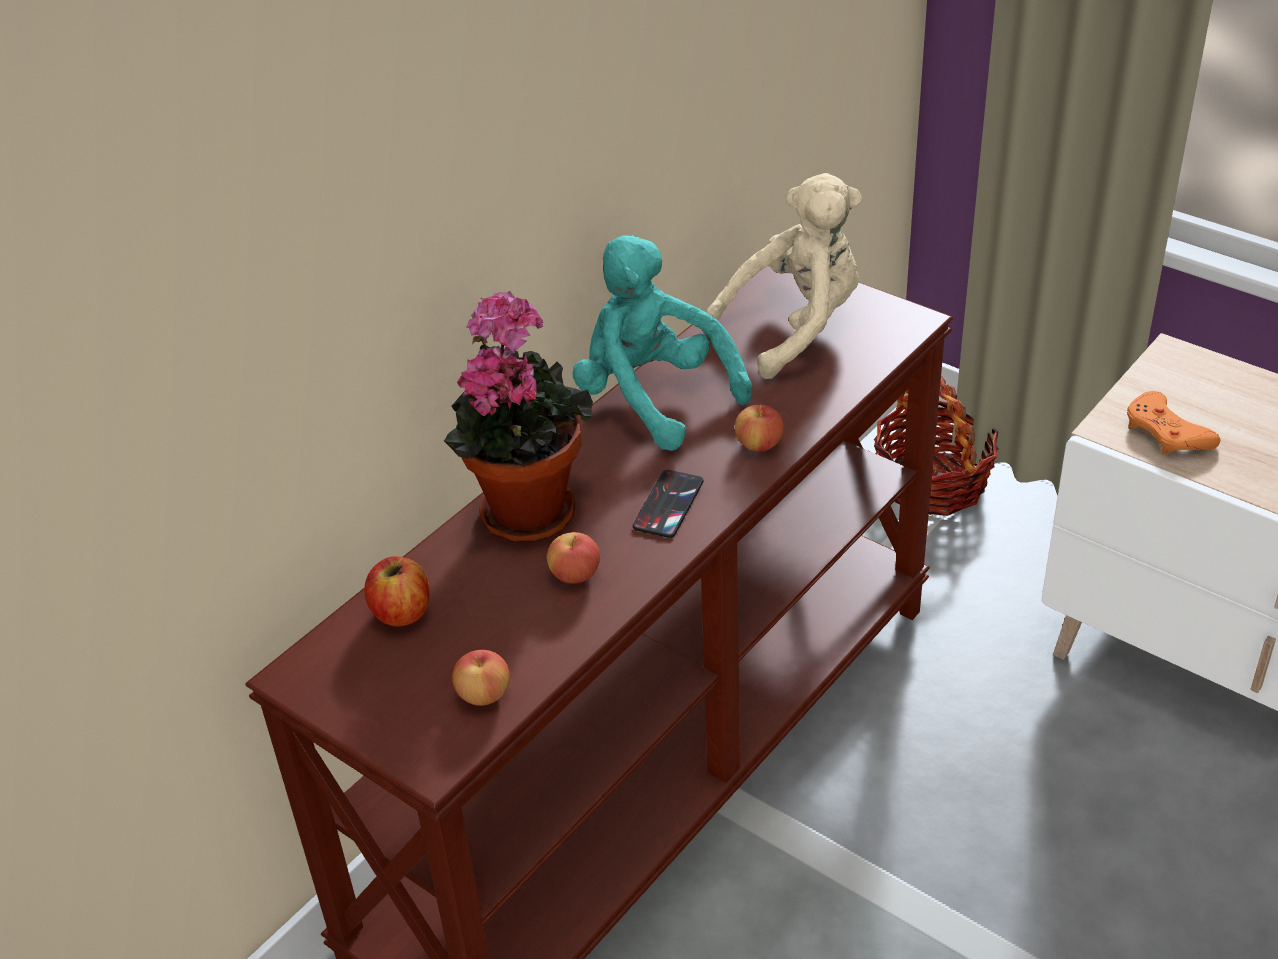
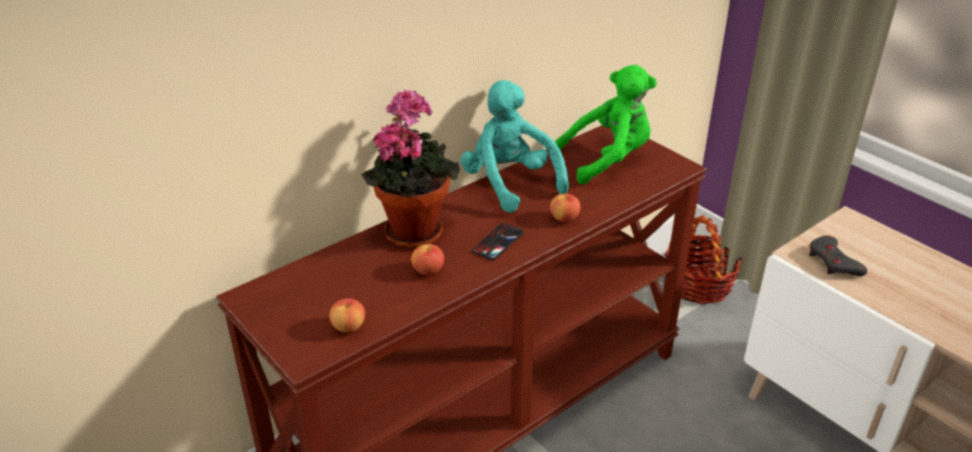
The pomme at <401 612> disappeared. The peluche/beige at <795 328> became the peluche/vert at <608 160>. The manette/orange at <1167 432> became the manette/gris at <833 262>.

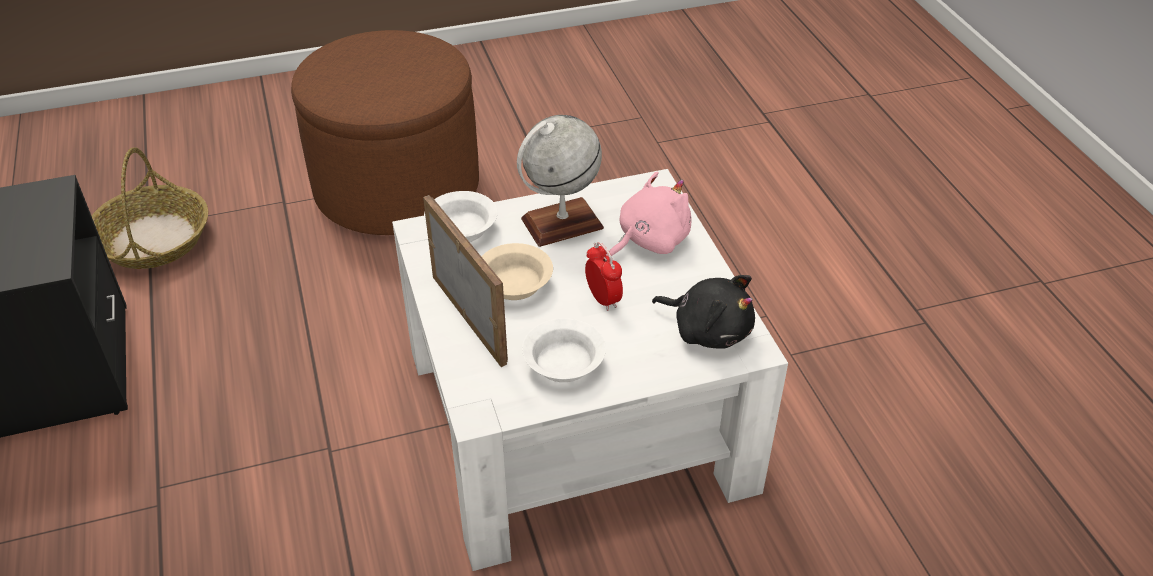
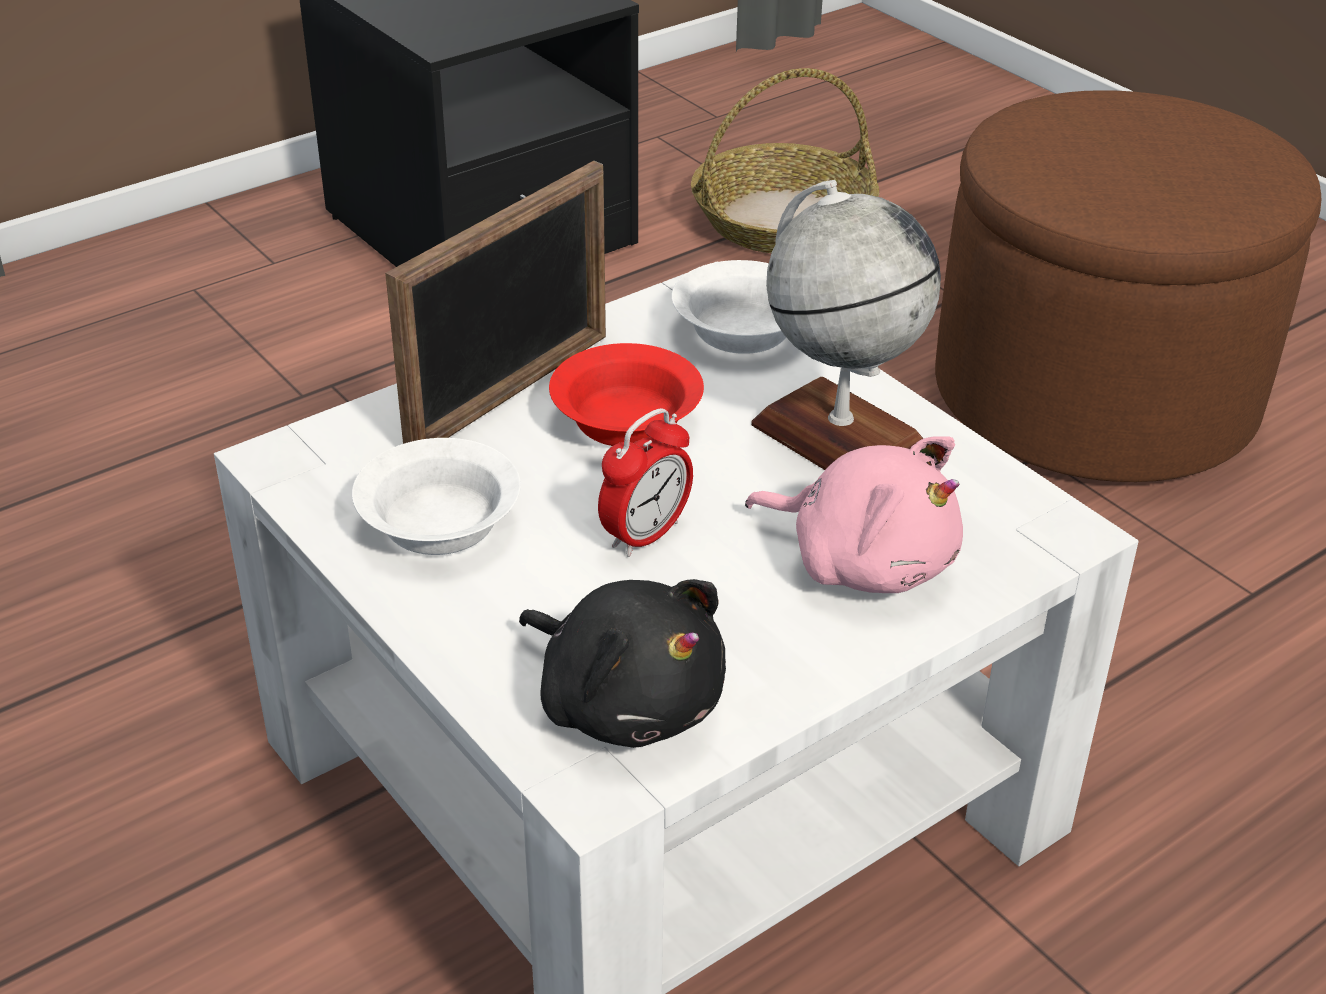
The bol/beige at <515 286> became the bol/rouge at <623 423>. The peluche/noir at <708 330> turned 60 degrees counterclockwise.

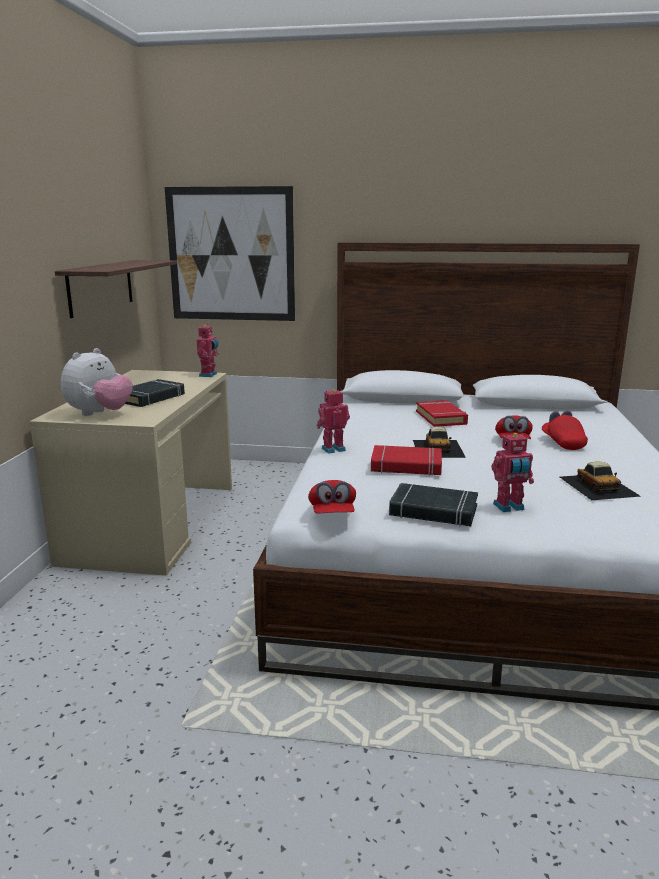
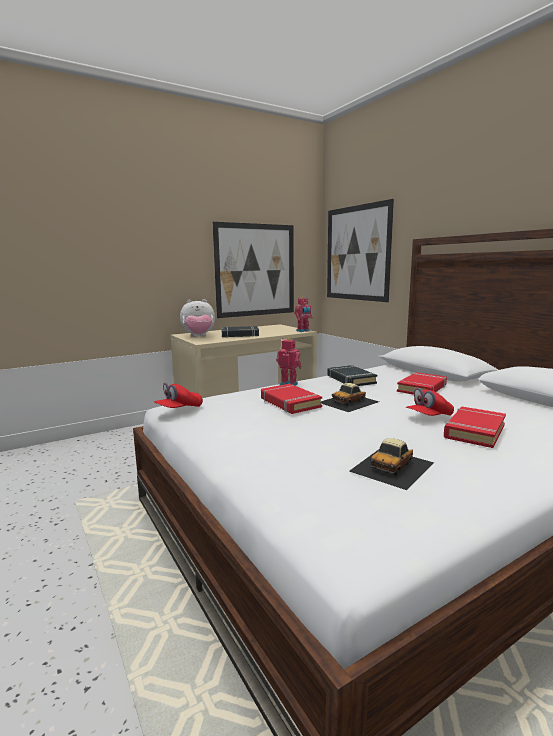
The étagère at <101 287> was replaced by the tableau at <255 270>. The livre/noir moved from <433 511> to <350 379>. The robot jouet at <509 507> disappeared. The casquette/rouge at <563 443> was replaced by the livre/rouge at <474 431>.

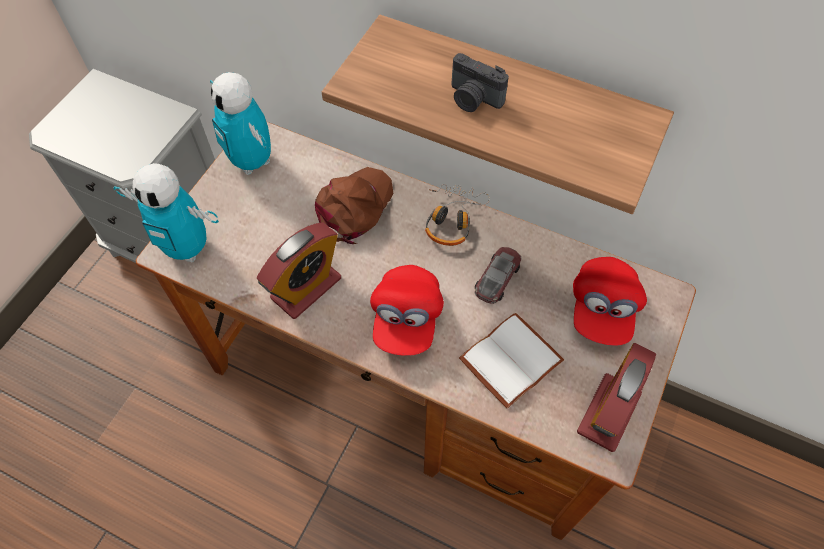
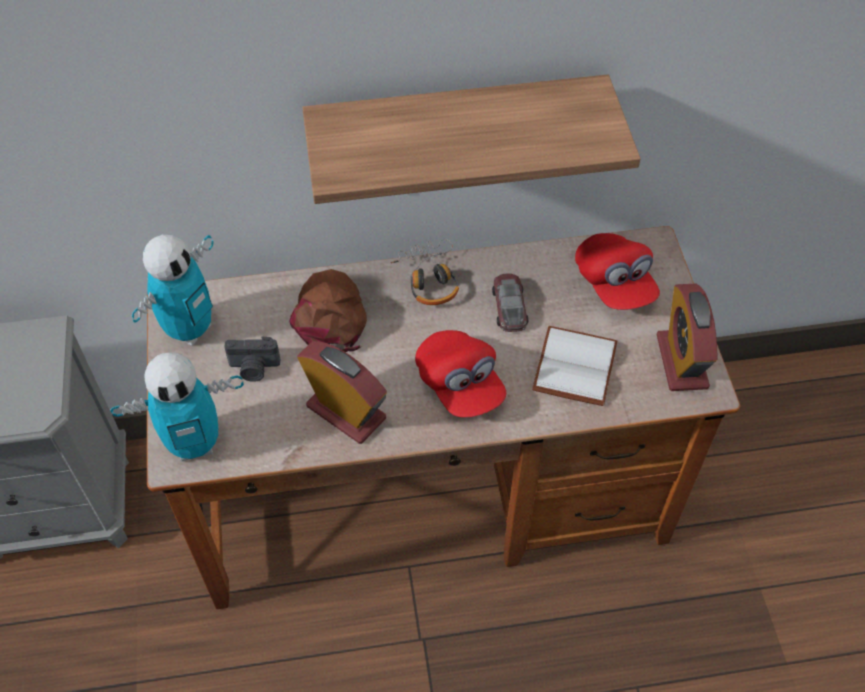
The robot jouet at <252 162> turned 75 degrees counterclockwise. The réveil at <306 288> turned 60 degrees counterclockwise. The appareil photo moved from <473 99> to <254 368>.

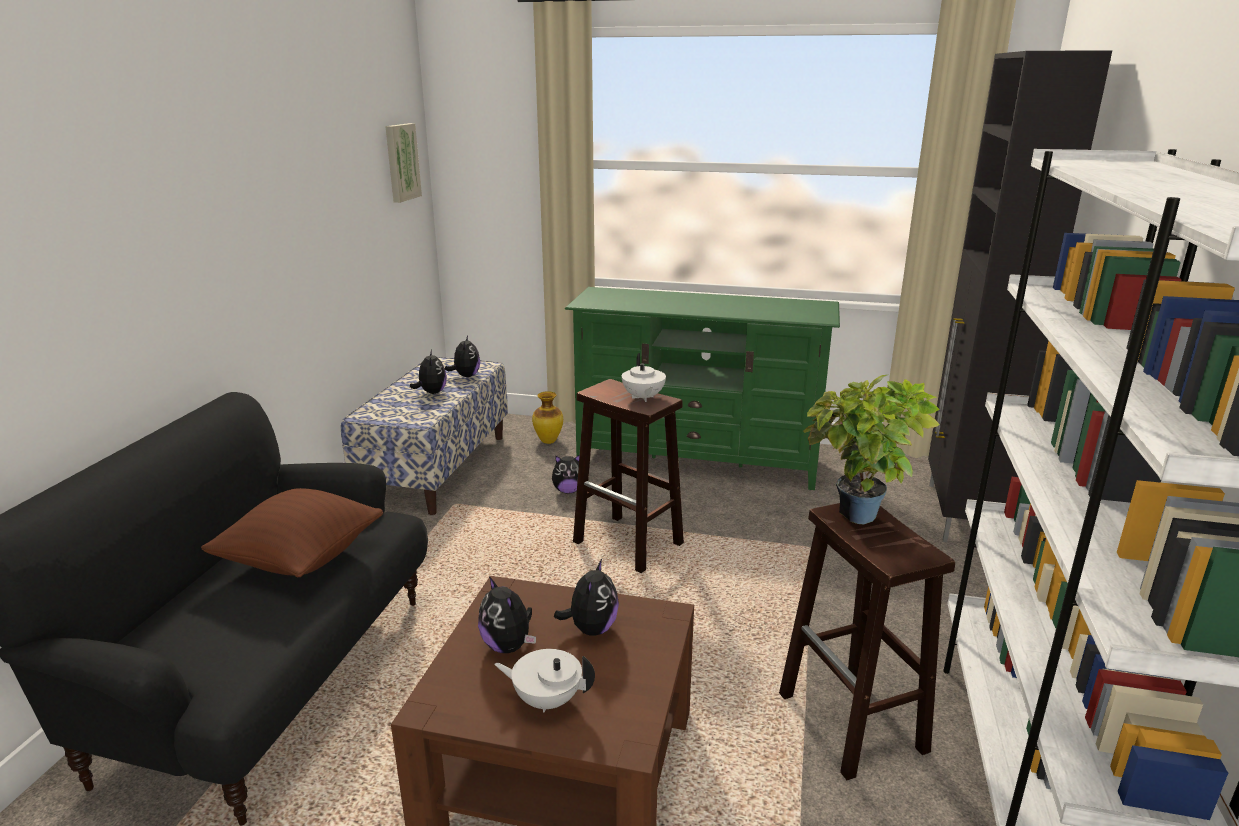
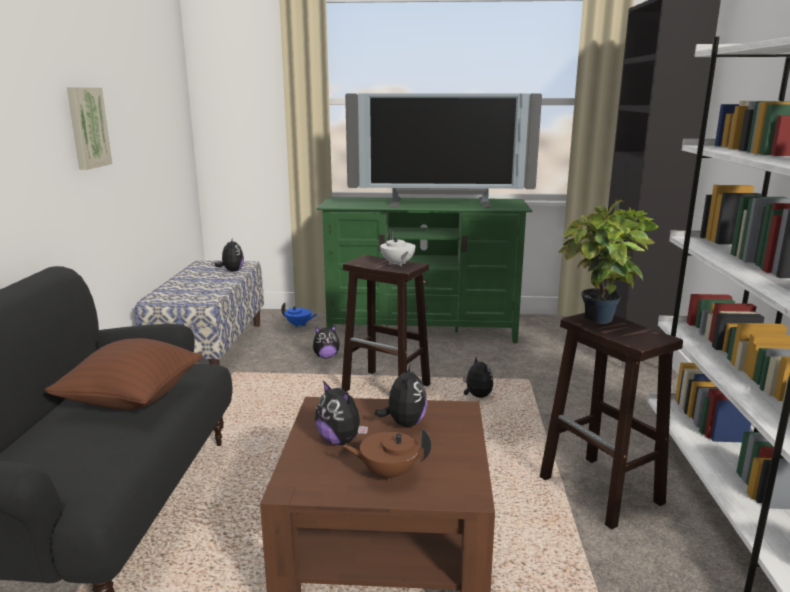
The tableau moved from <401 162> to <87 127>. The peluche moved from <431 392> to <477 396>. The théière/blanc at <547 700> became the théière/marron at <388 473>. The vase at <548 441> was replaced by the théière/bleu at <299 325>. The téléviseur at <440 204> appeared.

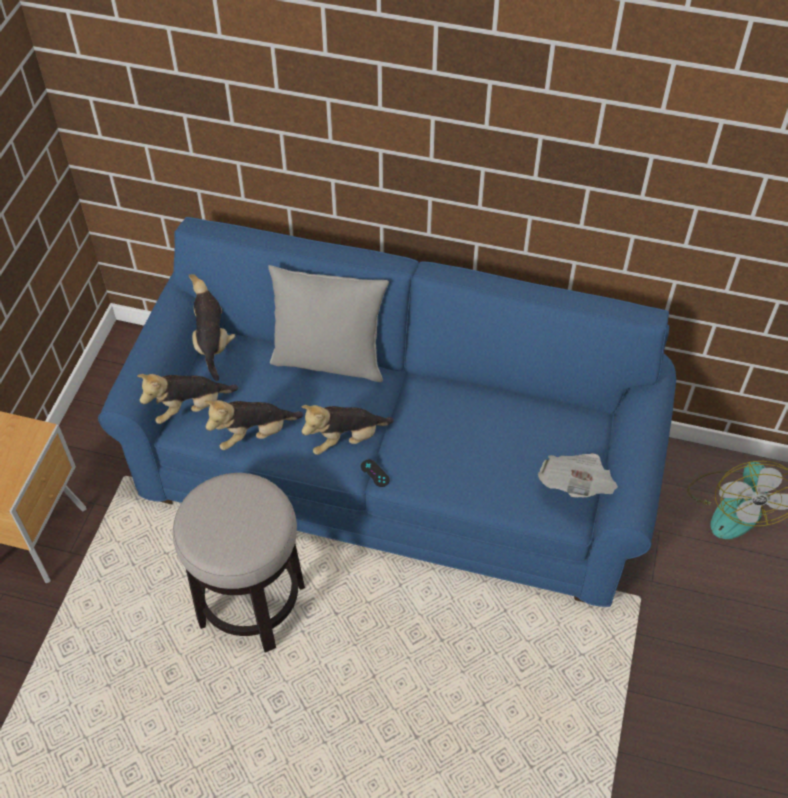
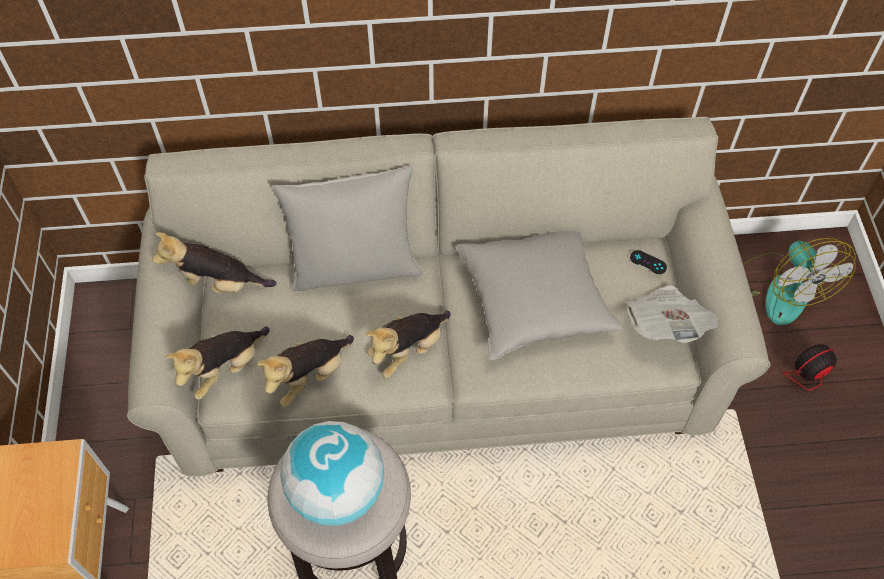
The canapé/bleu at <395 469> became the canapé/beige at <443 355>. The peluche at <213 341> turned 60 degrees counterclockwise. The manette/noir moved from <375 473> to <648 262>. The globe at <337 491> appeared. The coussin/gris at <534 300> appeared. The ventilateur at <803 395> appeared.

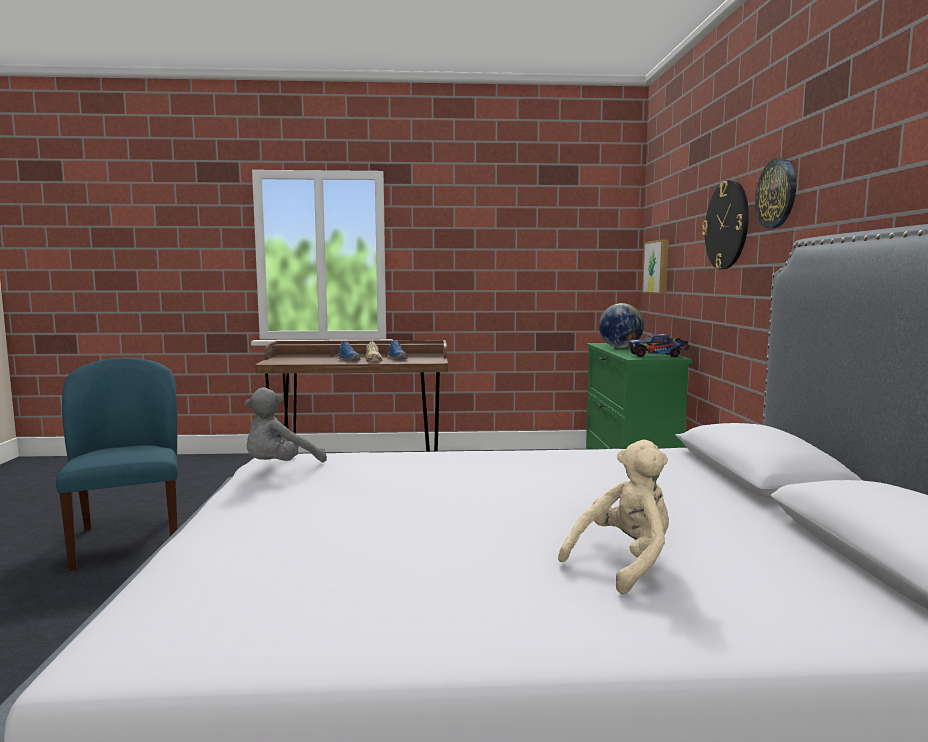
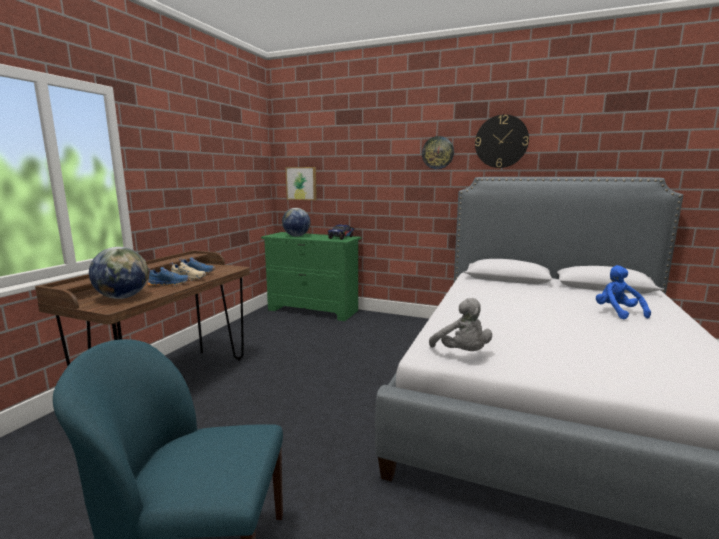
The peluche/beige at <624 563> became the peluche/bleu at <617 312>. The horloge murale moved from <727 225> to <501 141>. The globe at <123 297> appeared.

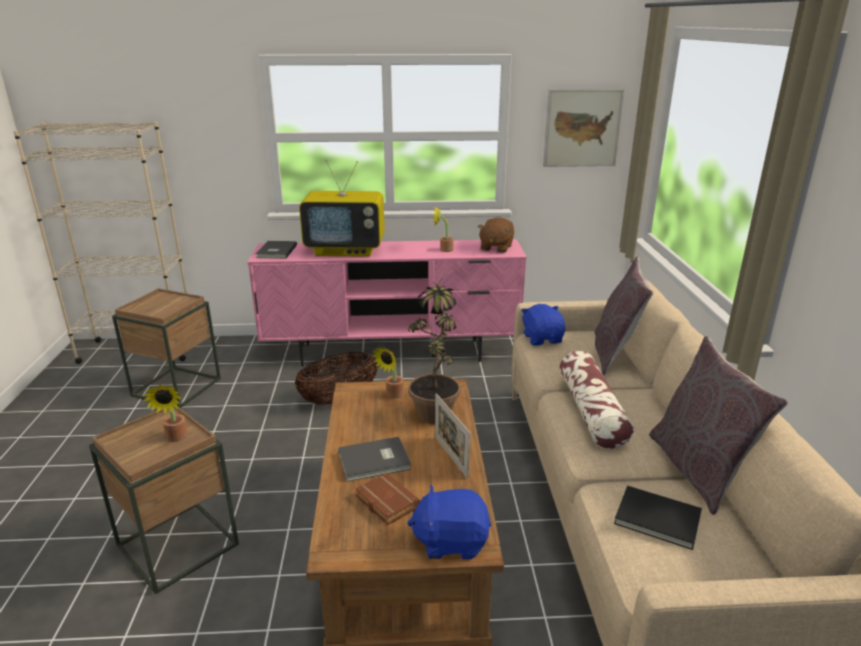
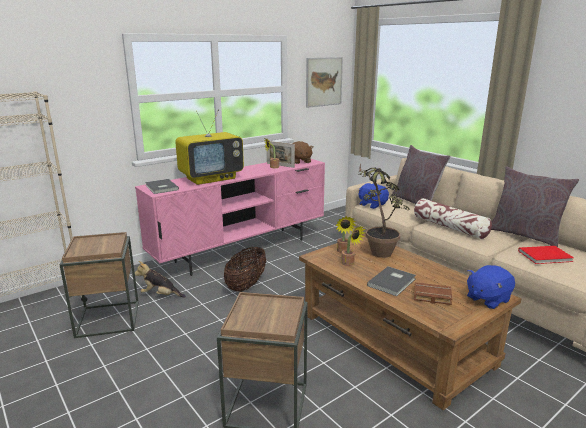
The plante en pot moved from <175 438> to <349 264>. The cadre photo moved from <451 457> to <280 165>. The livre/noir at <658 520> became the livre/rouge at <546 256>. The peluche at <160 295> appeared.

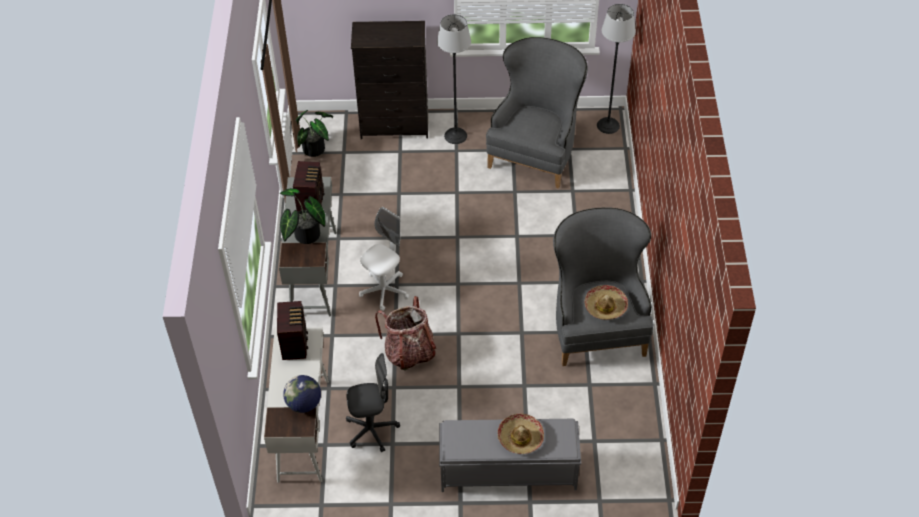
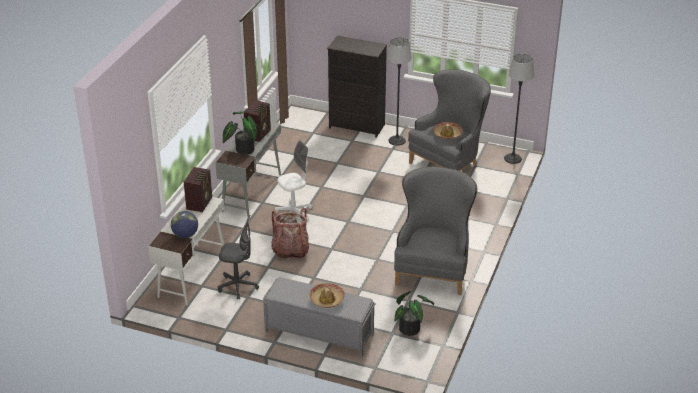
The plante en pot moved from <316 148> to <412 329>. The chapeau moved from <605 306> to <447 134>.

